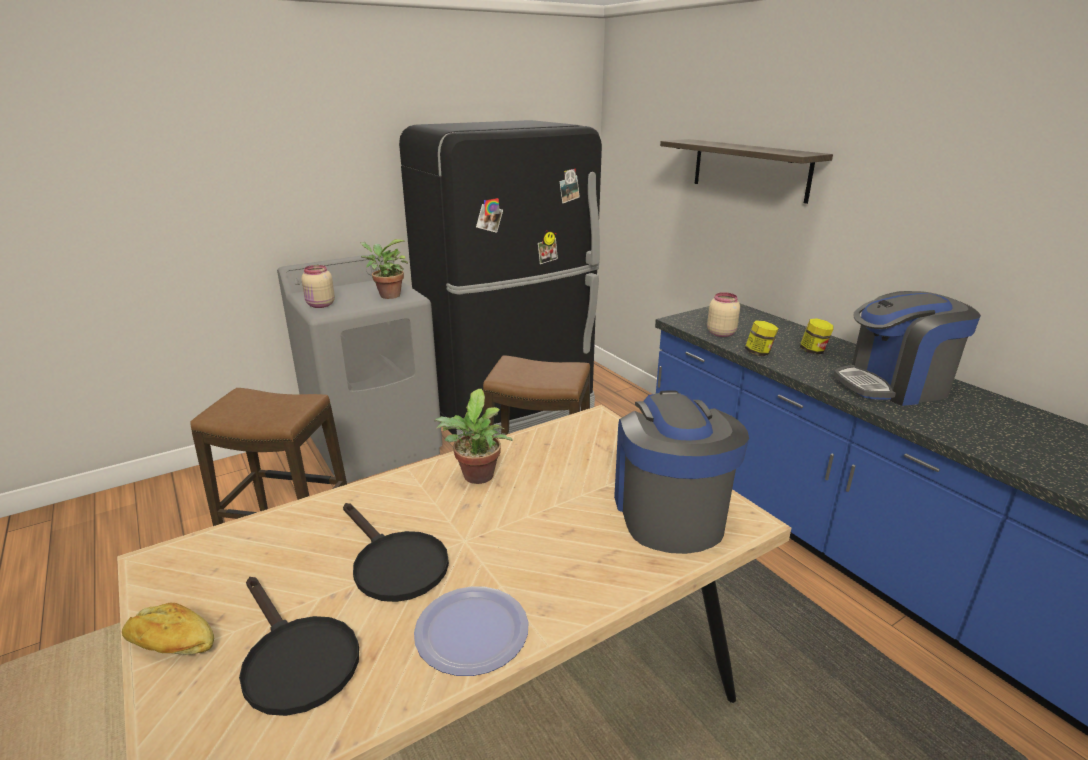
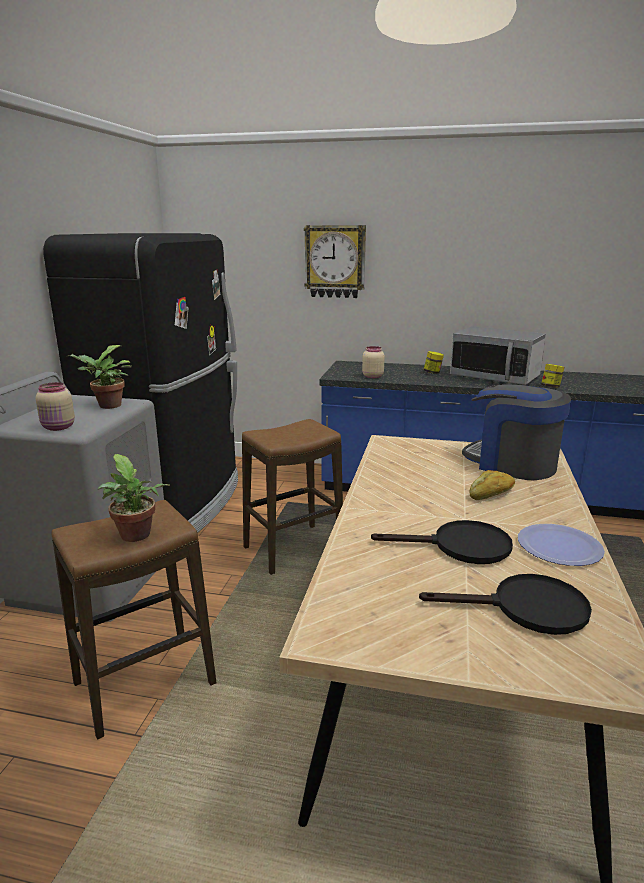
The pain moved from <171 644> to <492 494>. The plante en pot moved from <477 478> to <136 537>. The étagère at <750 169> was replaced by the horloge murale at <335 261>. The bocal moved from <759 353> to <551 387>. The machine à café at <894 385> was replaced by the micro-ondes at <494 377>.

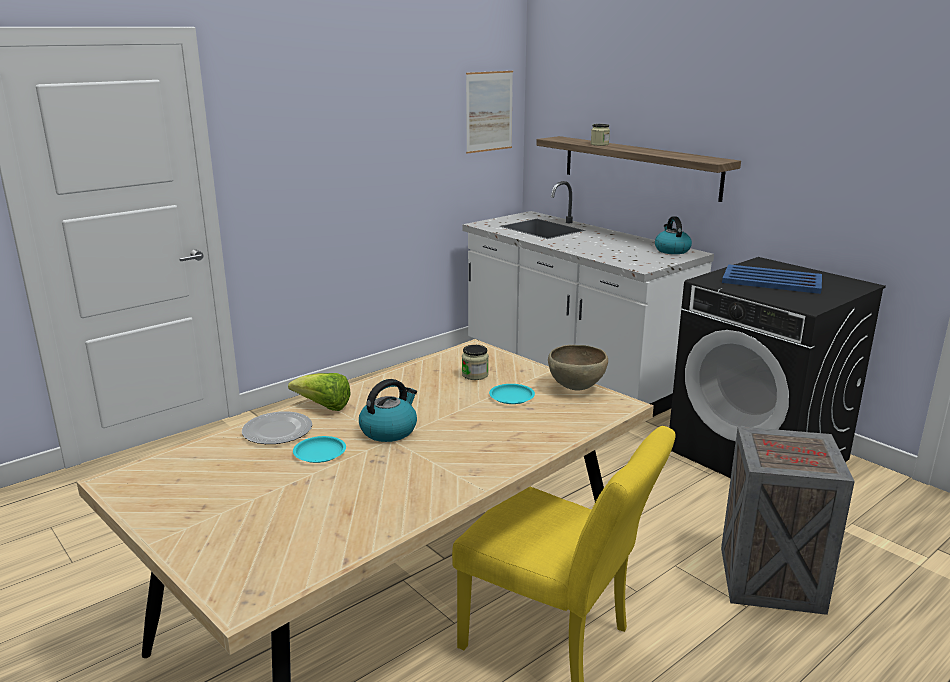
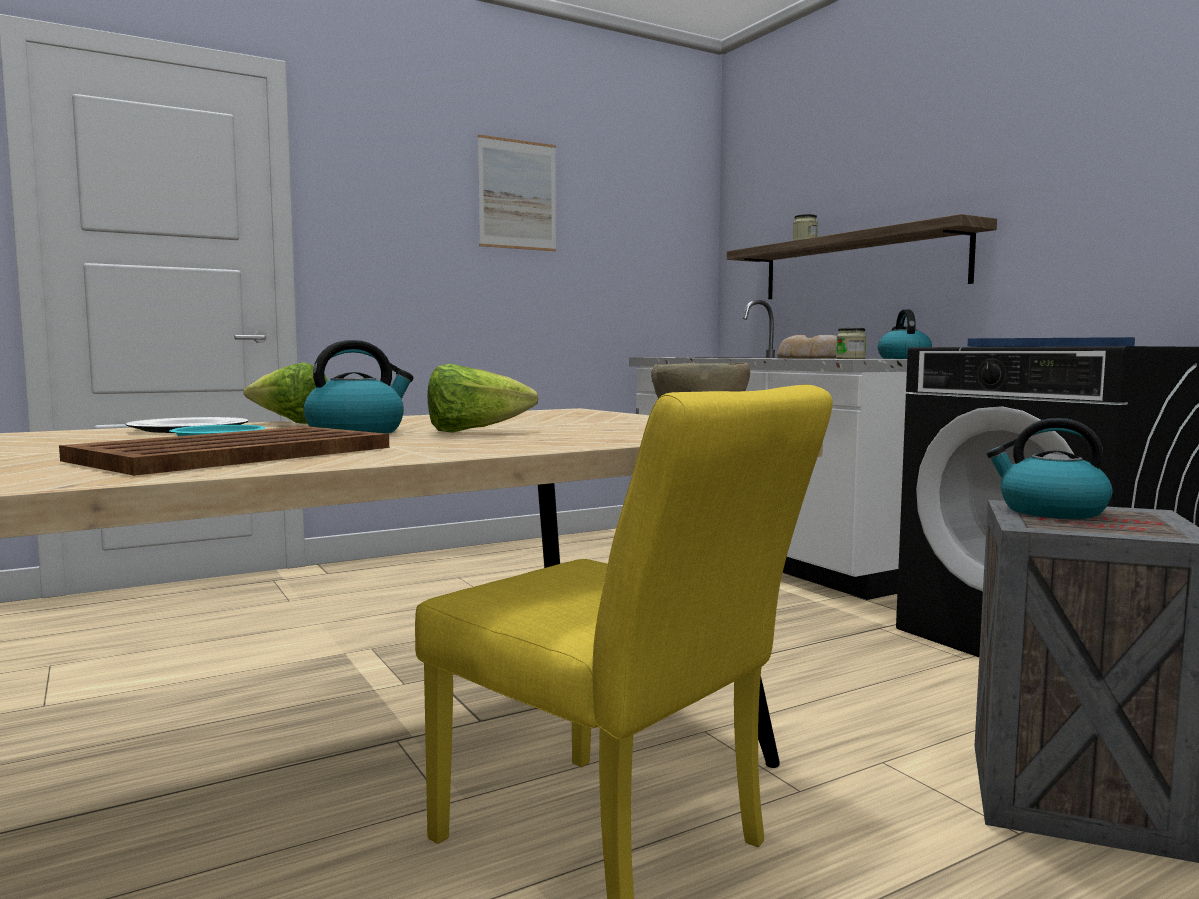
The bocal moved from <475 375> to <850 358>. The tableau moved from <489 111> to <517 195>. The assiette/turquoise at <511 397> disappeared. The plateau/marron at <239 453> appeared. The laitue at <474 431> appeared. The pain at <813 358> appeared. The bouilloire at <1050 511> appeared.

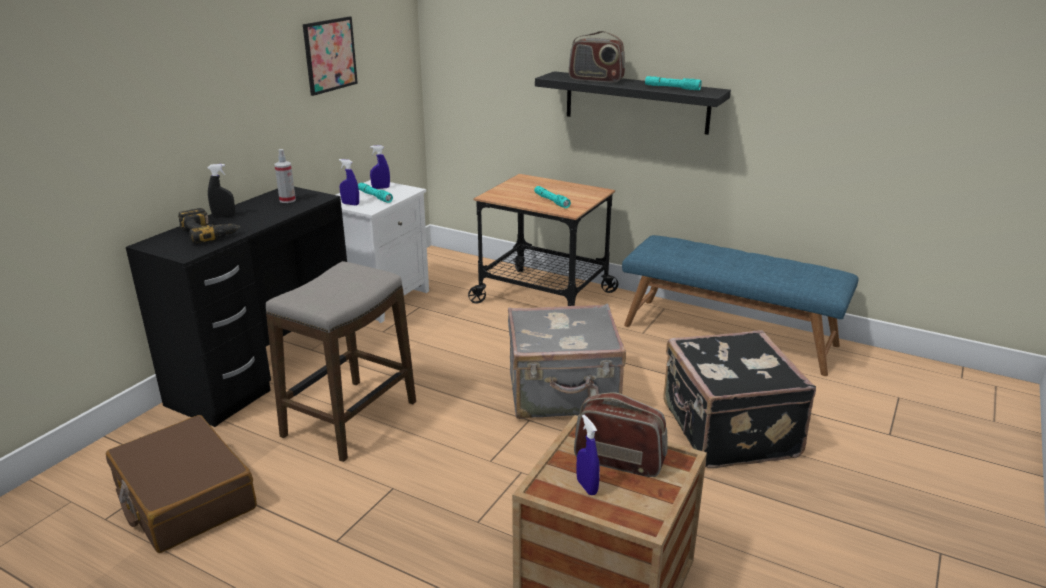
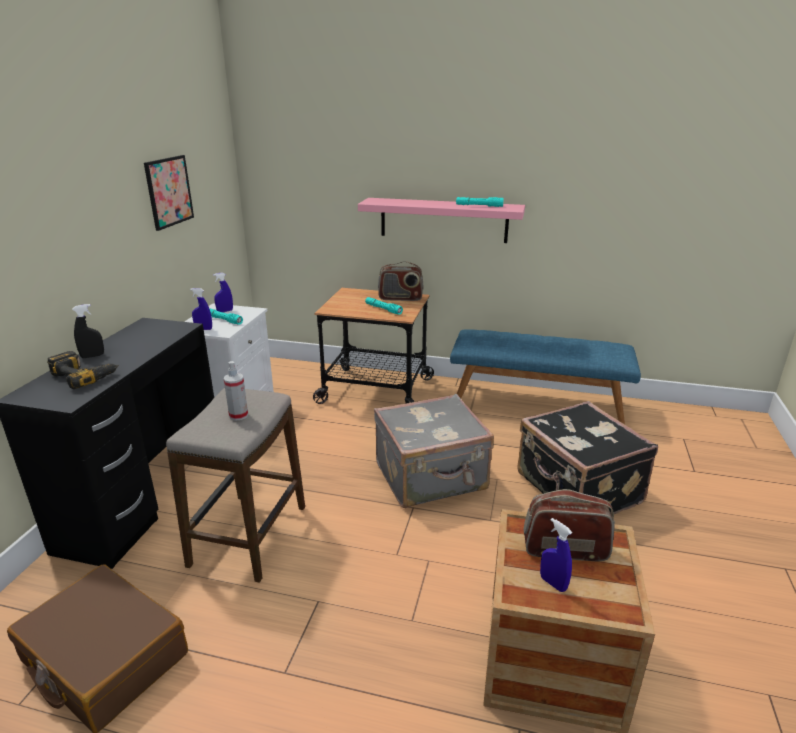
The vaporisateur moved from <287 200> to <238 415>. The étagère/noir at <636 102> became the étagère/rose at <443 220>. The radio moved from <596 79> to <400 298>.

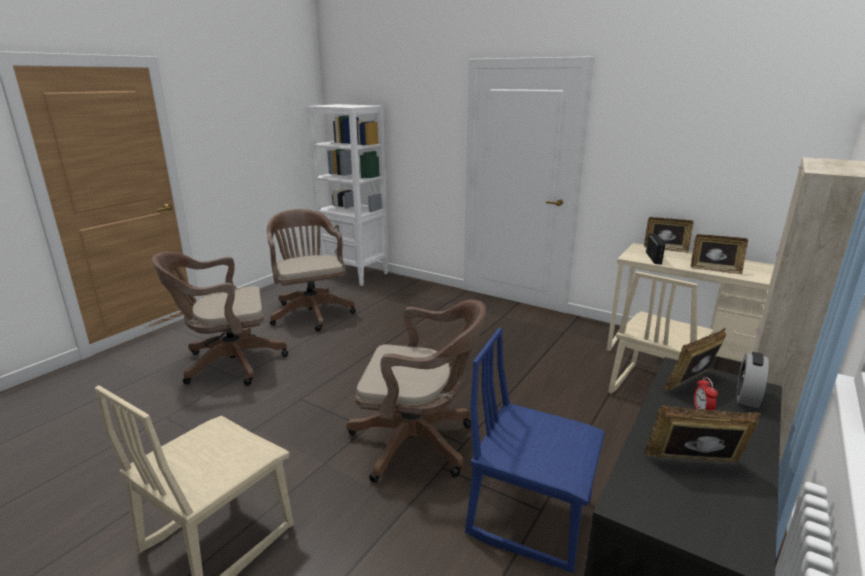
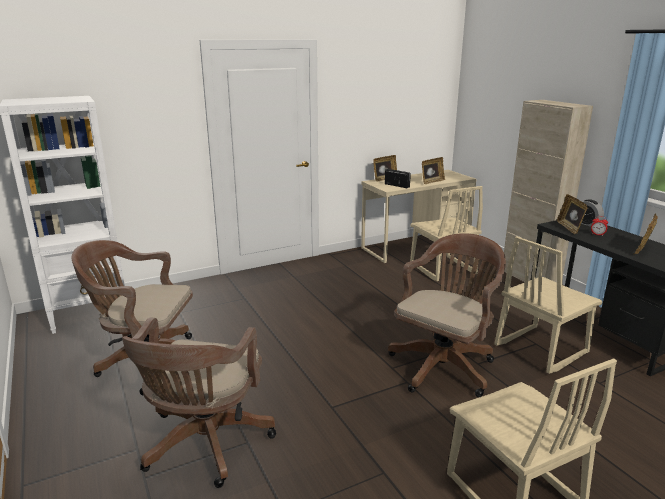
The chaise/bleu at <530 516> became the chaise/beige at <540 349>.

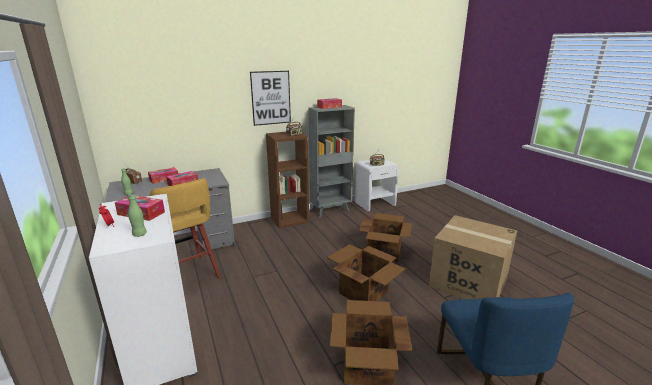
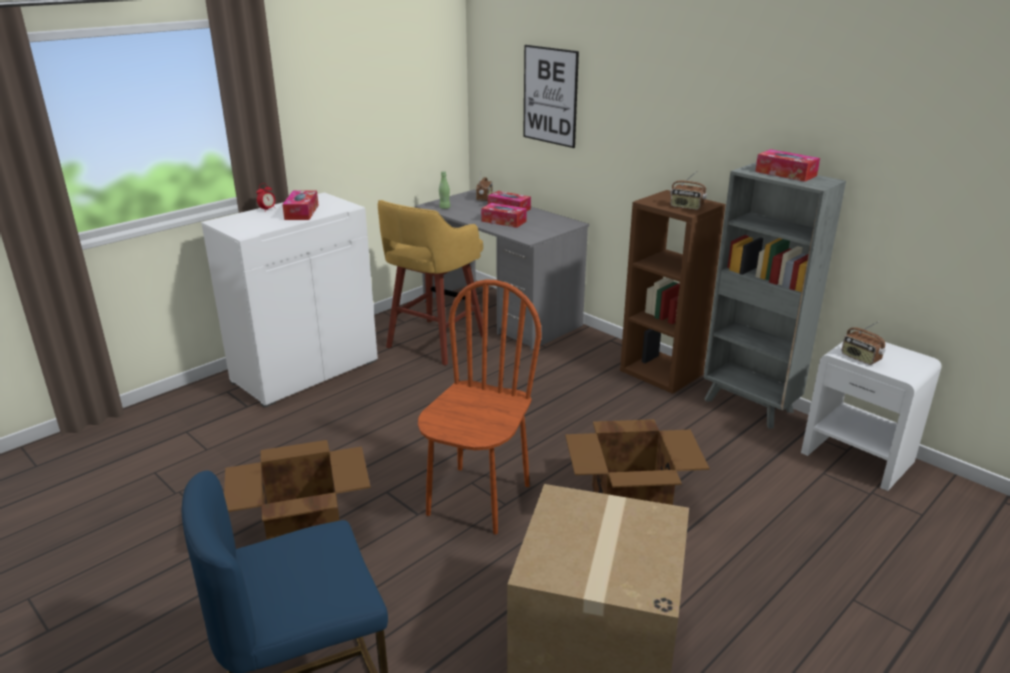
The bouteille/vert at <139 234> disappeared. The tableau moved from <271 98> to <550 96>. The carton at <363 292> was replaced by the chaise/marron at <478 499>.

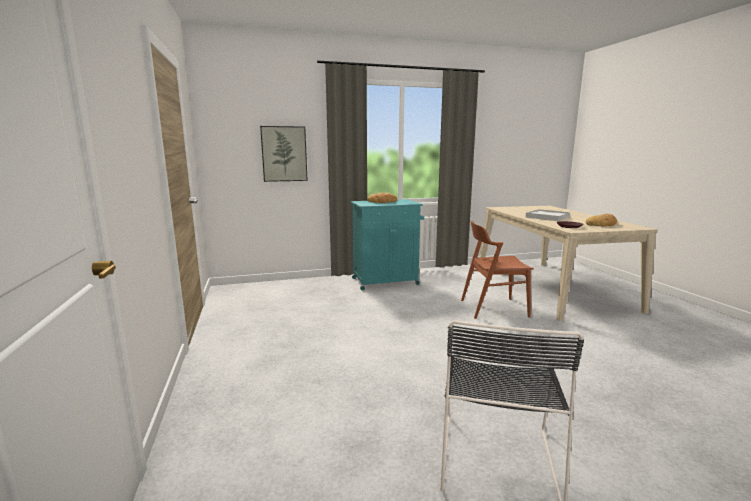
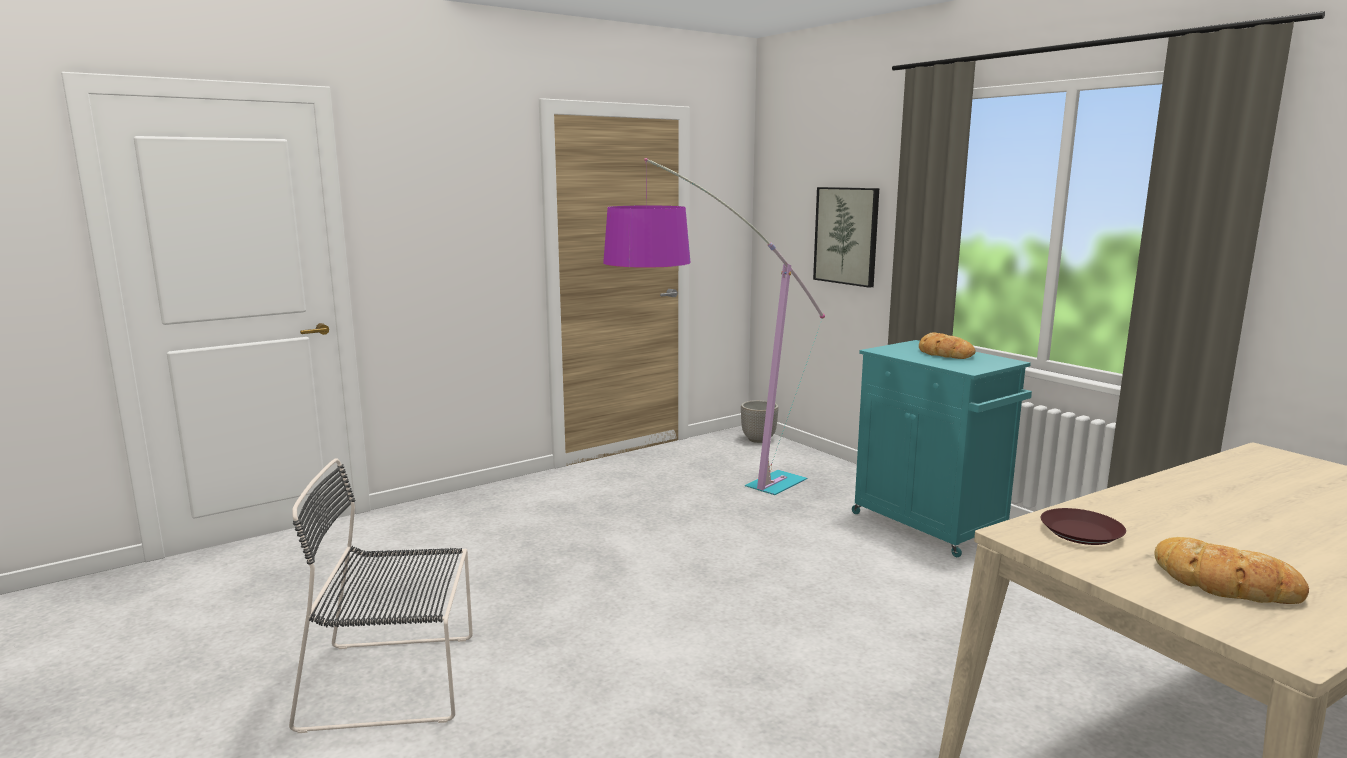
The chaise/marron at <493 308> disappeared. The plateau/blanc at <547 217> disappeared. The lampadaire at <711 513> appeared. The cache-pot at <758 439> appeared.

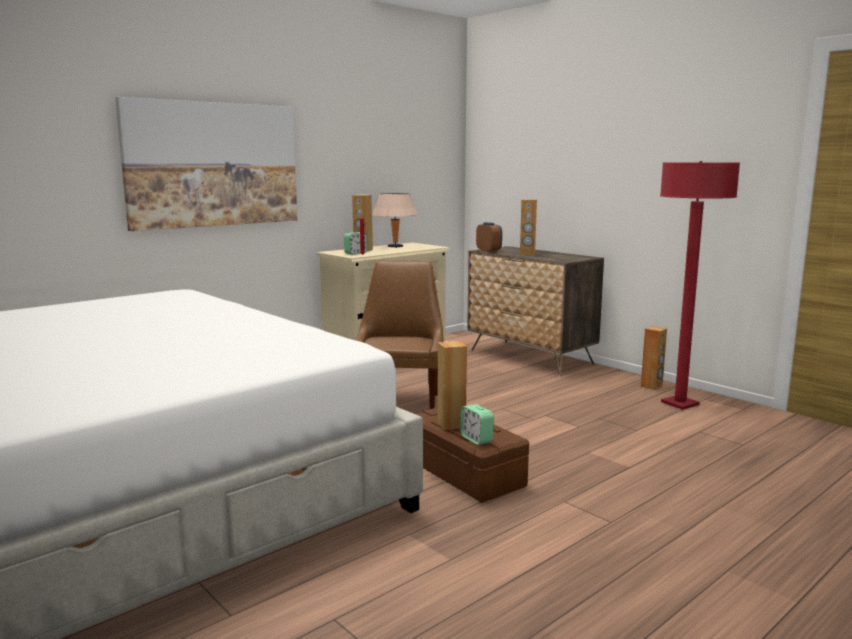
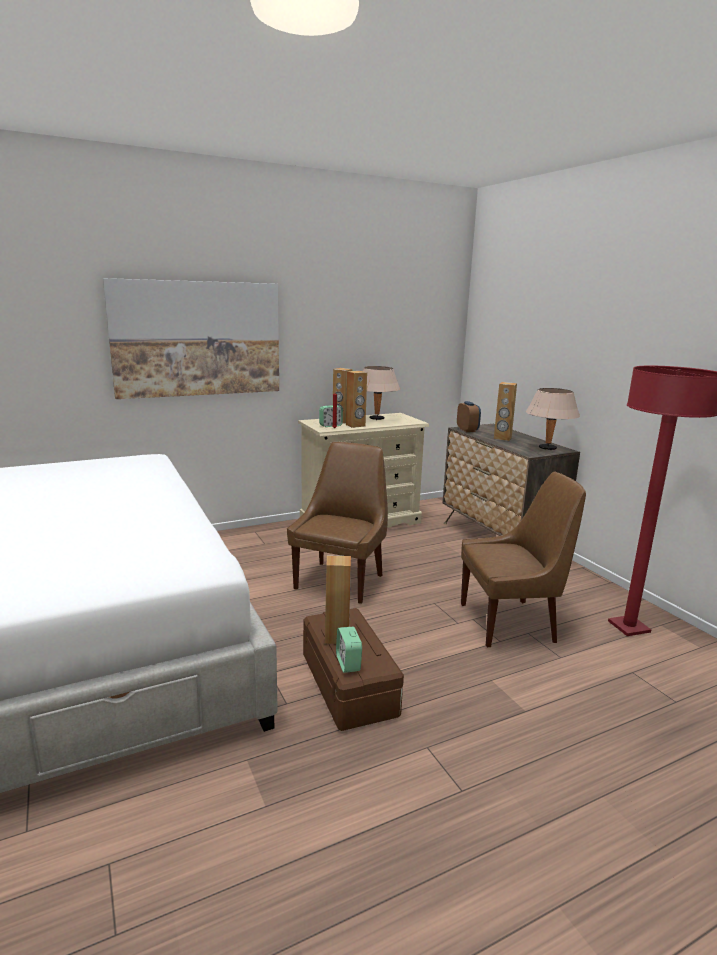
The enceinte/marron moved from <651 386> to <355 425>. The chaise/marron at <510 622> appeared. The lampe de table/beige at <547 448> appeared.

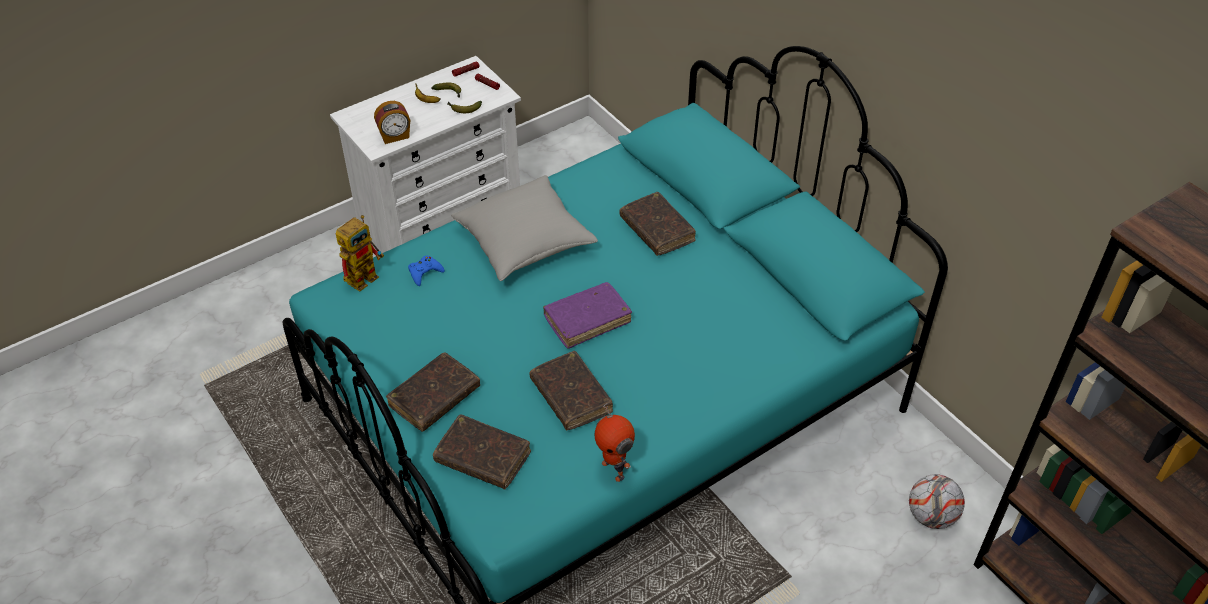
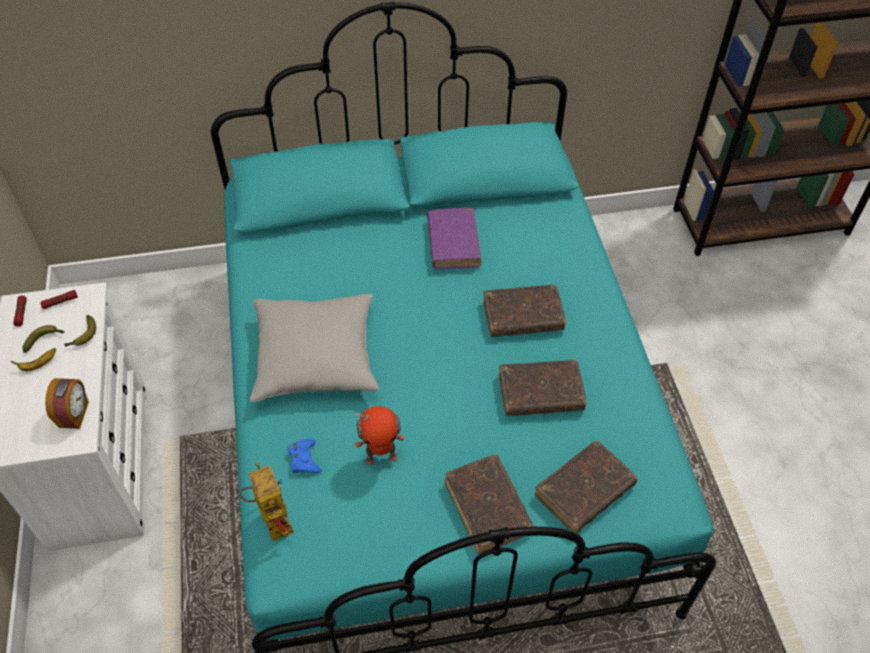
The livre/violet moved from <587 320> to <453 244>. The robot jouet moved from <614 469> to <381 457>. The livre/marron moved from <657 230> to <522 317>. The ballon de foot at <931 516> disappeared.

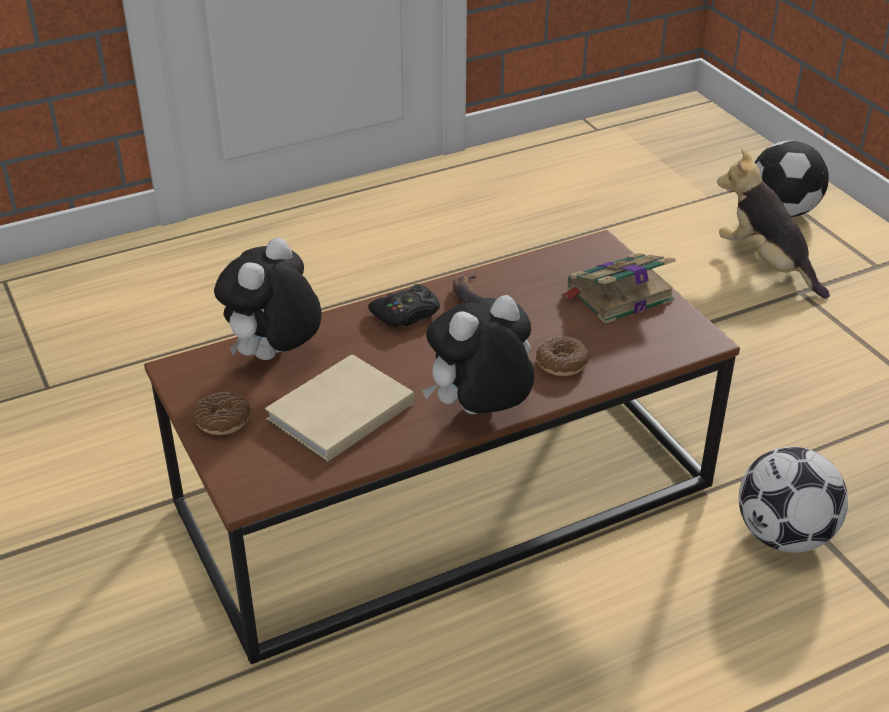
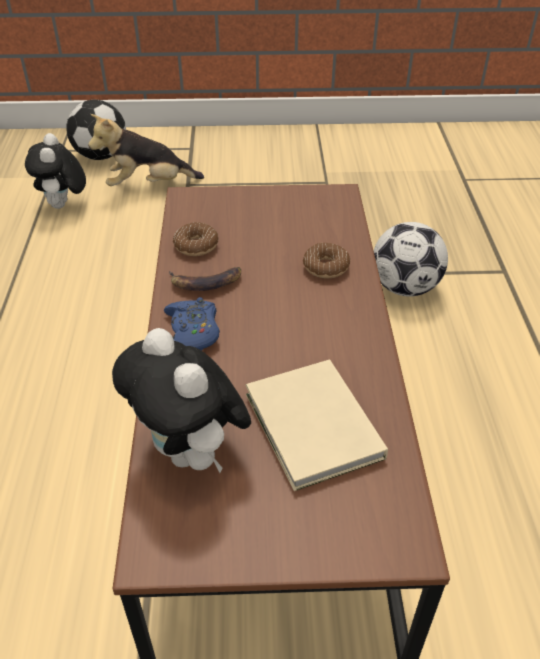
The beignet moved from <223 420> to <196 245>. The manette/noir at <406 314> became the manette/bleu at <192 332>. The peluche moved from <480 413> to <63 206>. The livre at <617 295> disappeared.

